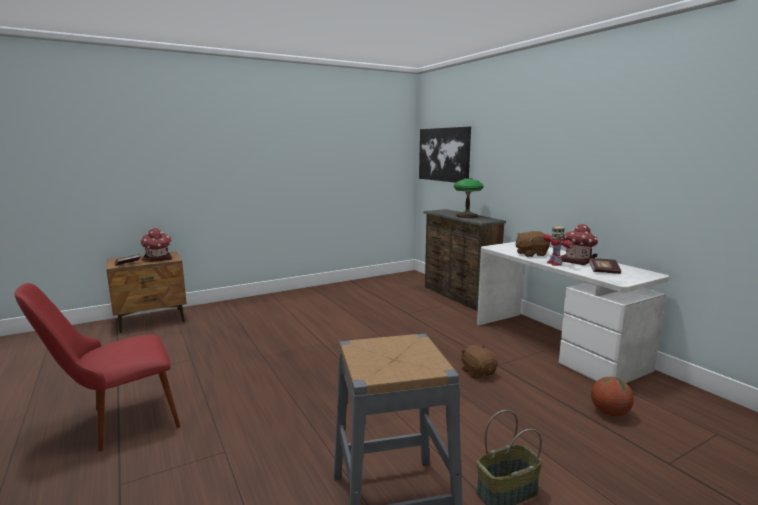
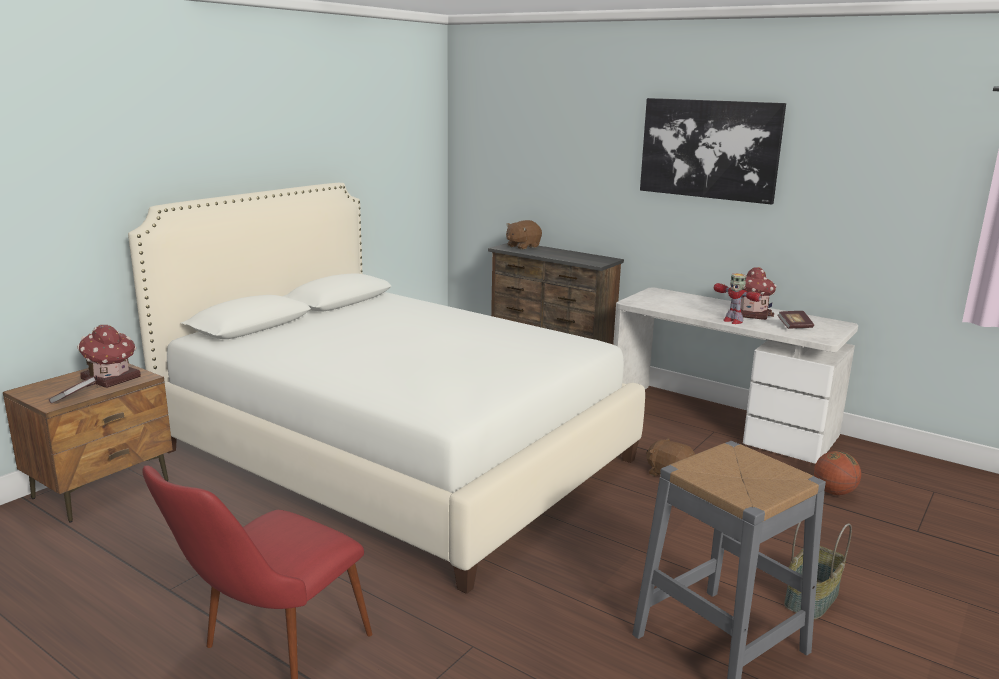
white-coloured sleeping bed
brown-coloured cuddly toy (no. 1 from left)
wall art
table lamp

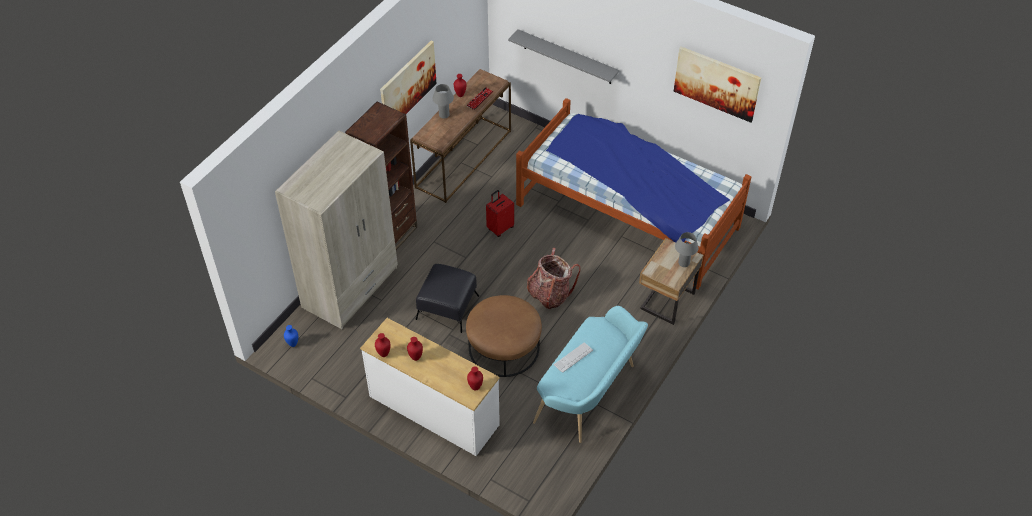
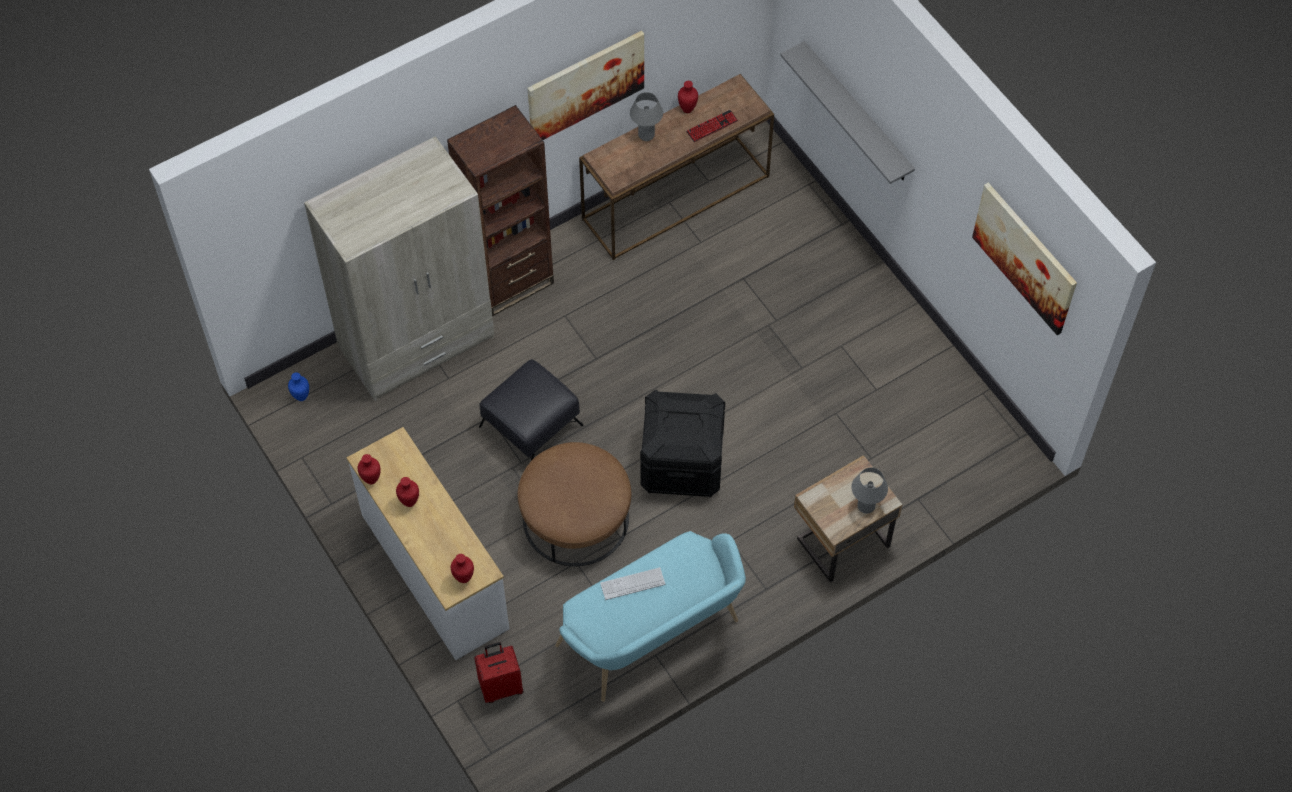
red-coloured travel case
black-coloured storage bin
sleeping bed

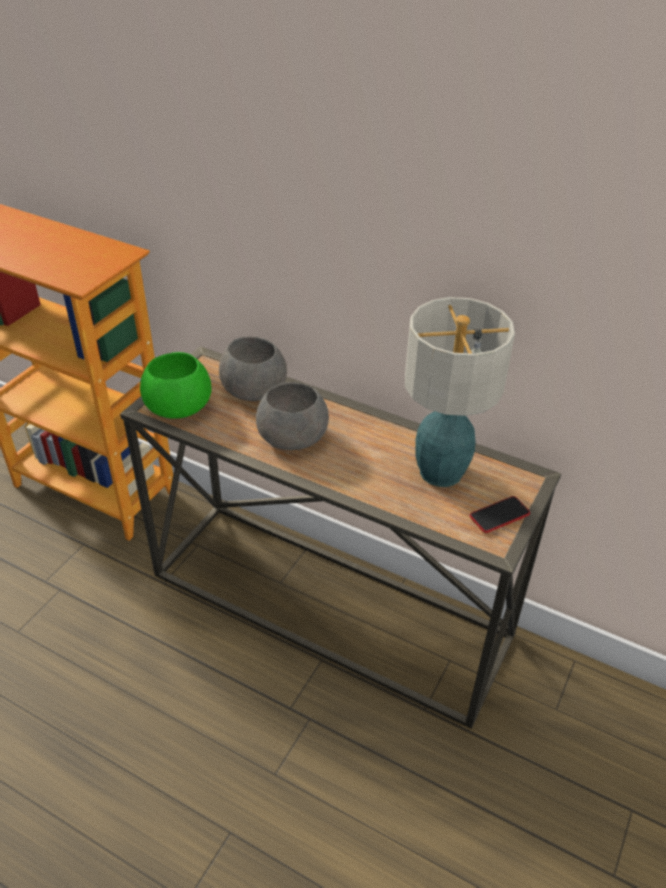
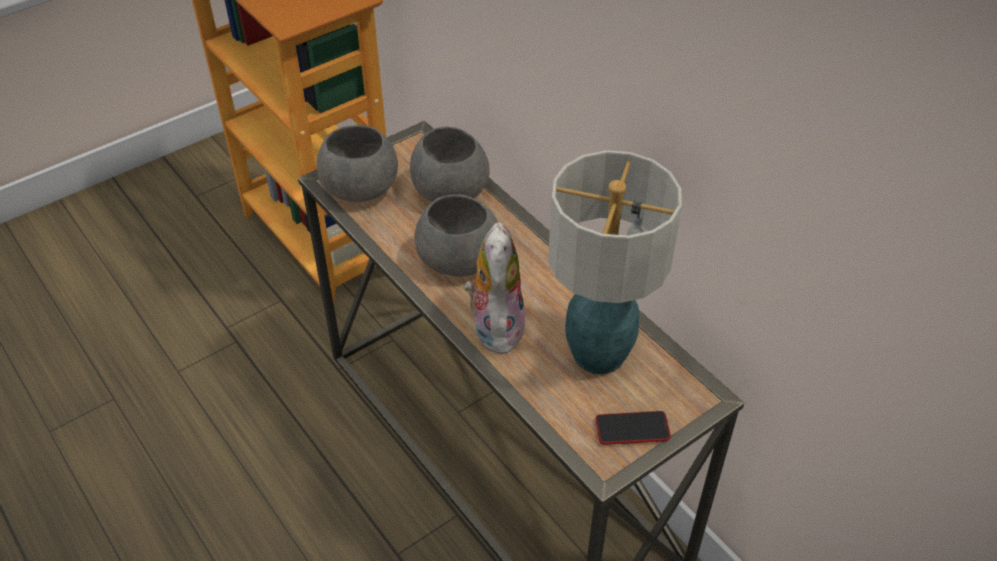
grey serving bowl (no. 1 from left)
cuddly toy

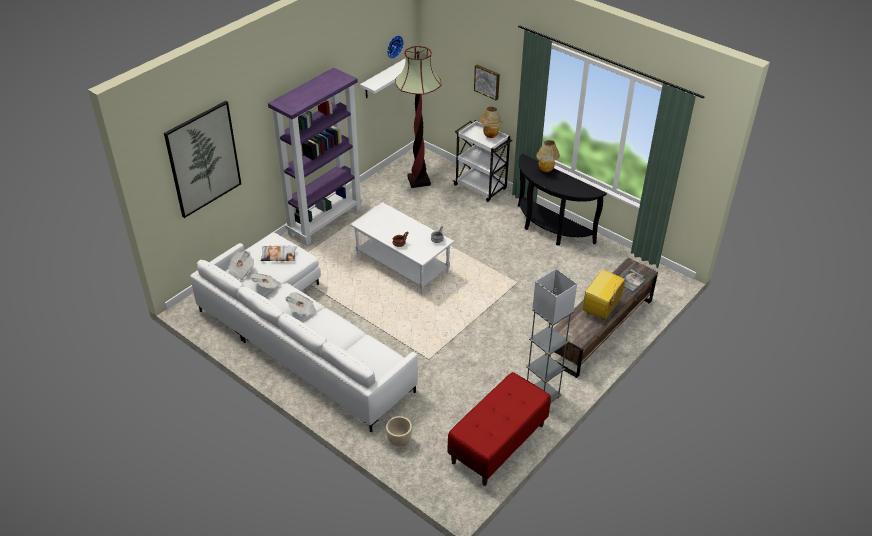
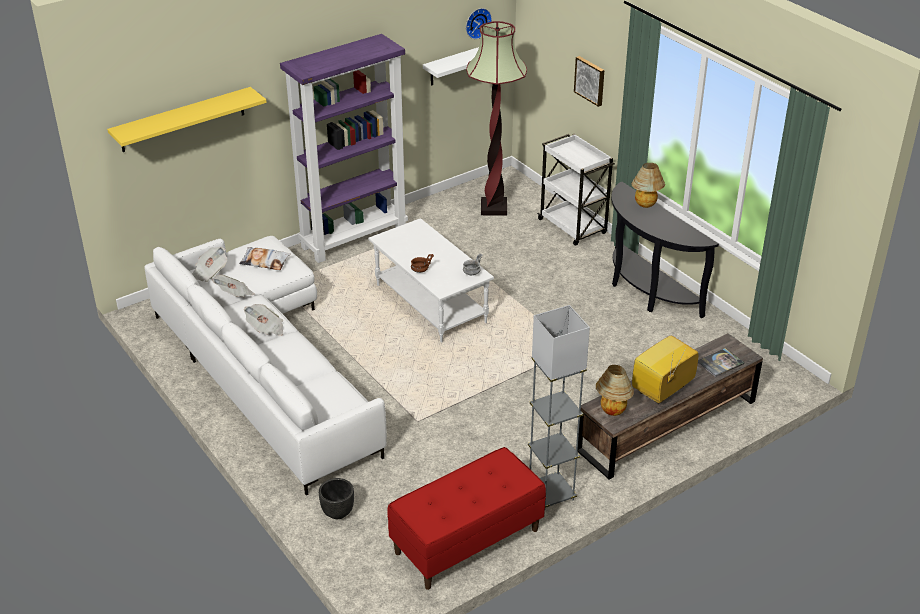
yellow wall shelf
black-coloured flower pot
table lamp (no. 1 from left)

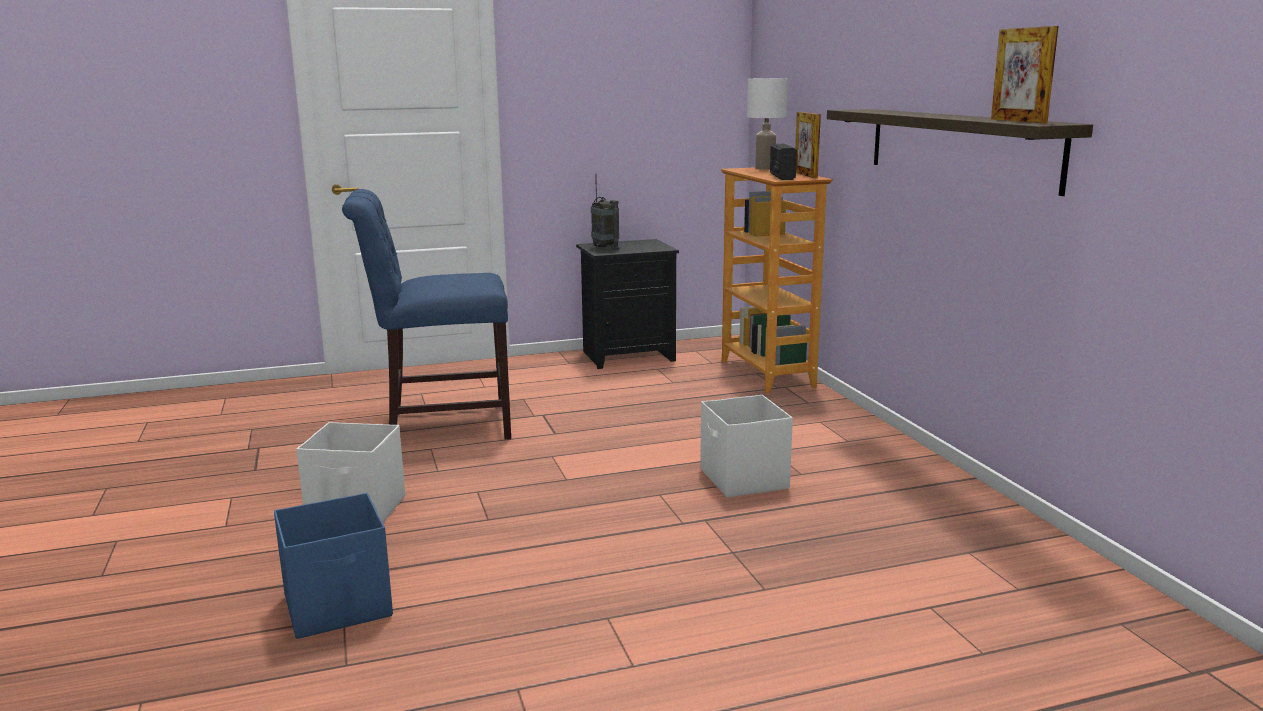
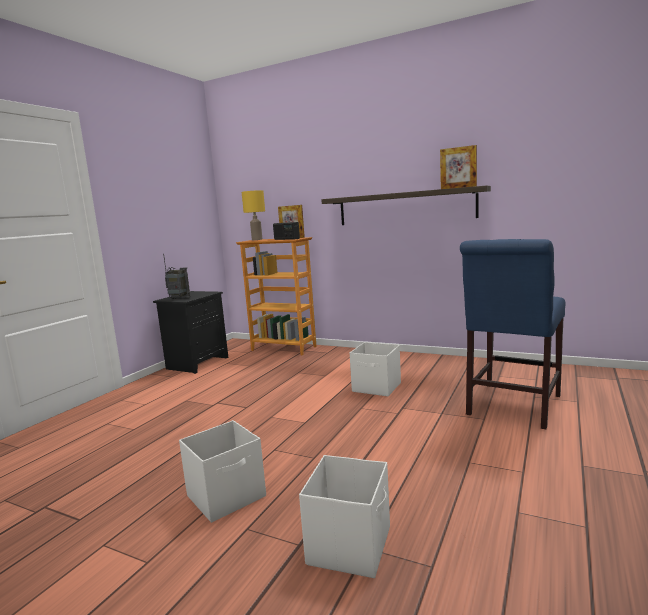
yellow table lamp
white-coloured storage bin (no. 2 from left)
bluish plain chair

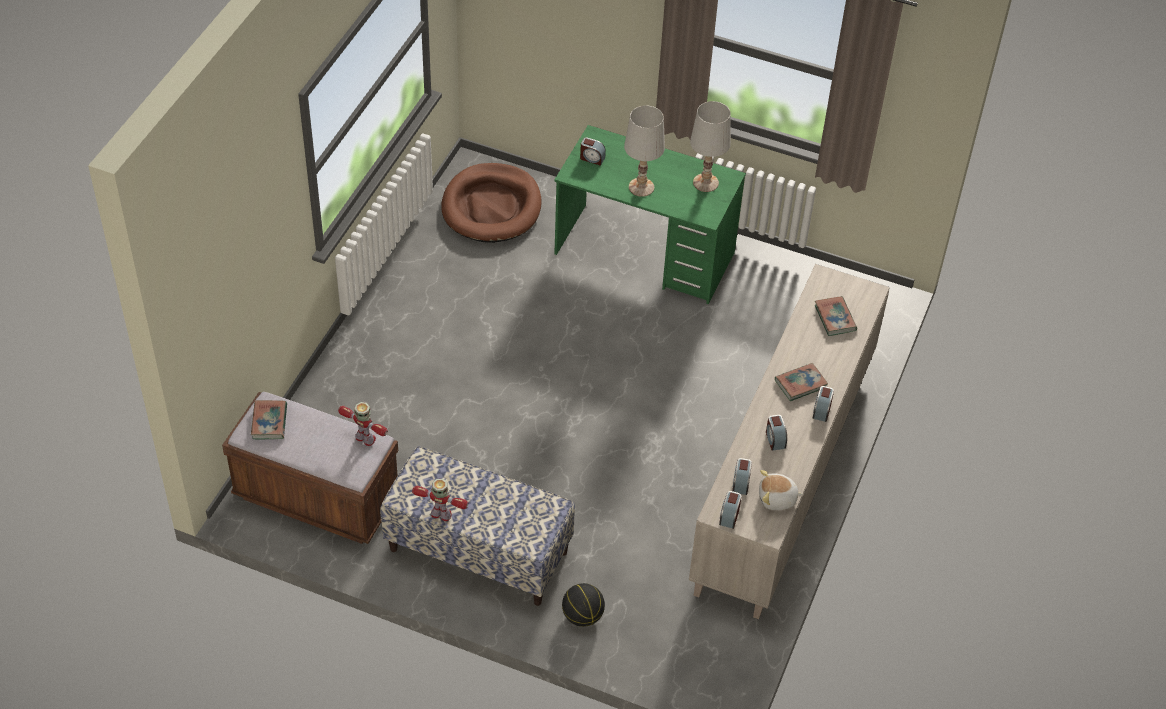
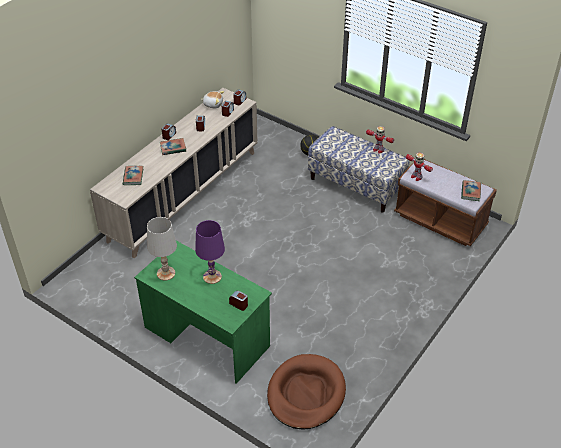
purple table lamp

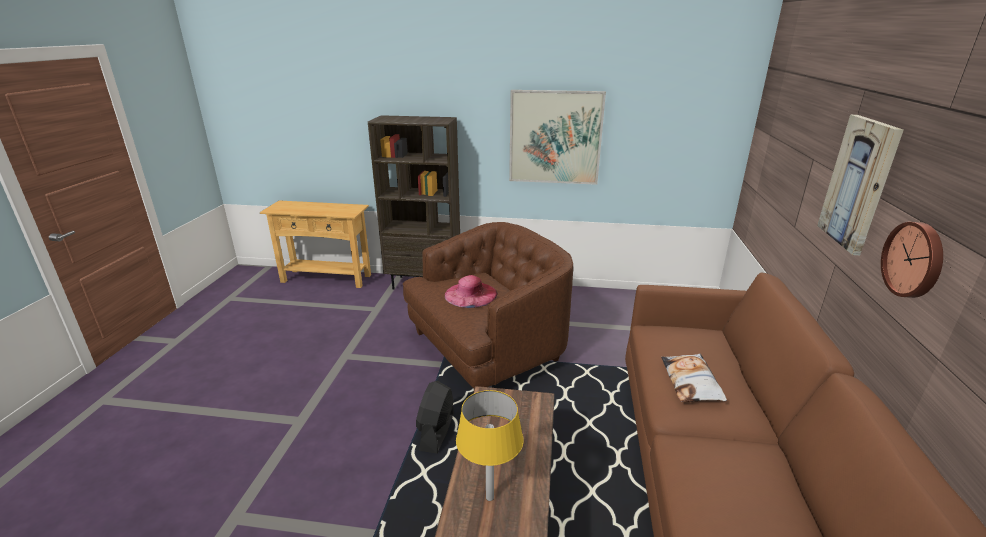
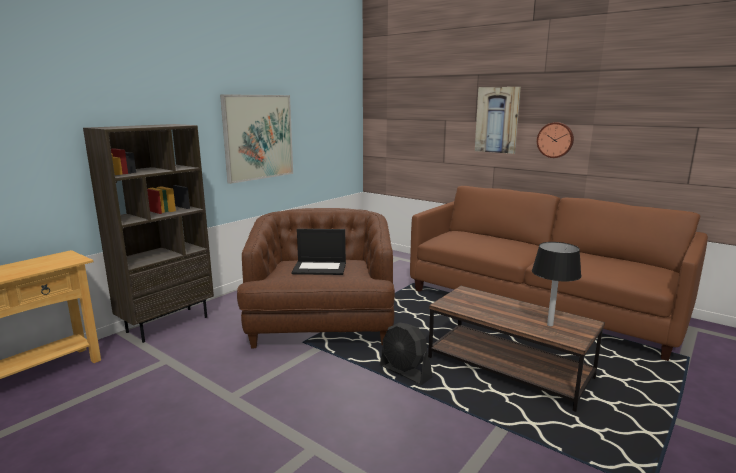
portable computer
black-coloured table lamp
pillow

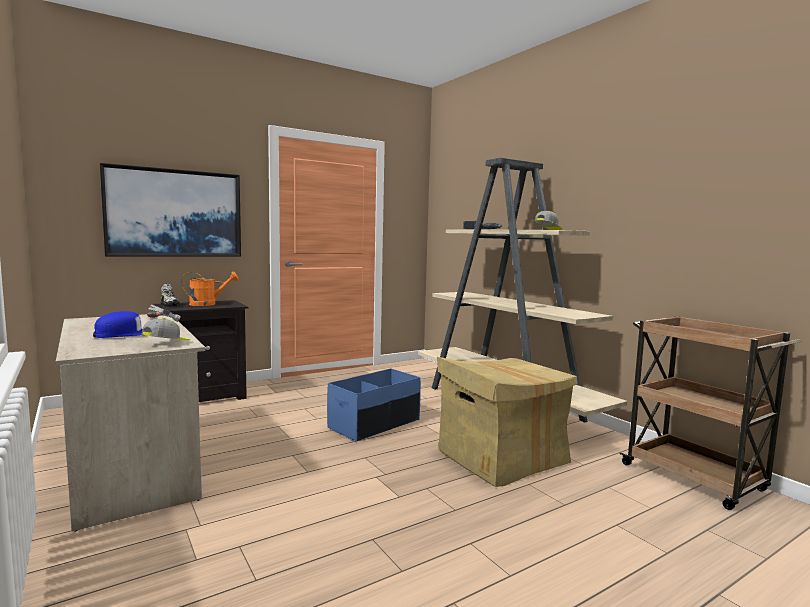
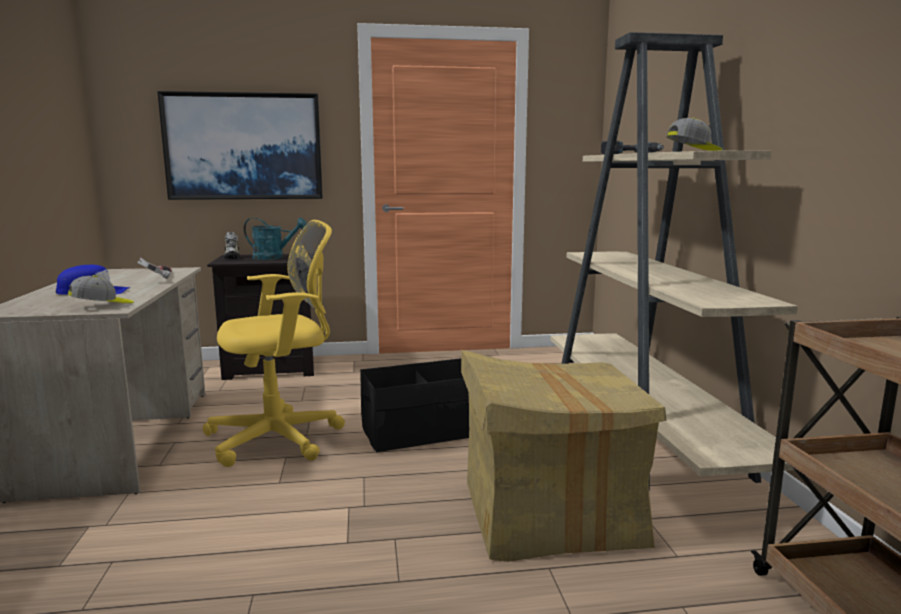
yellow computer chair
turquoise-coloured watering pot
black-coloured storage bin

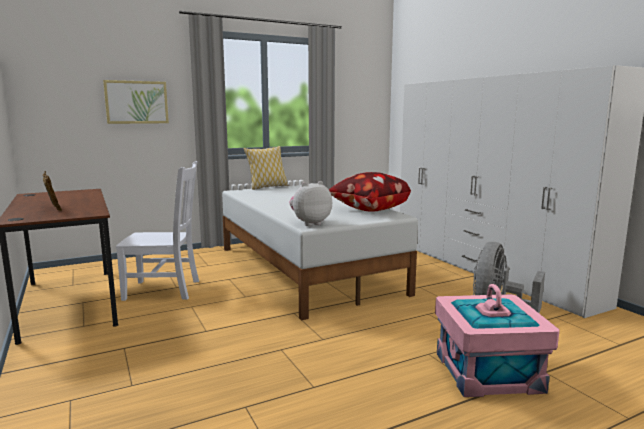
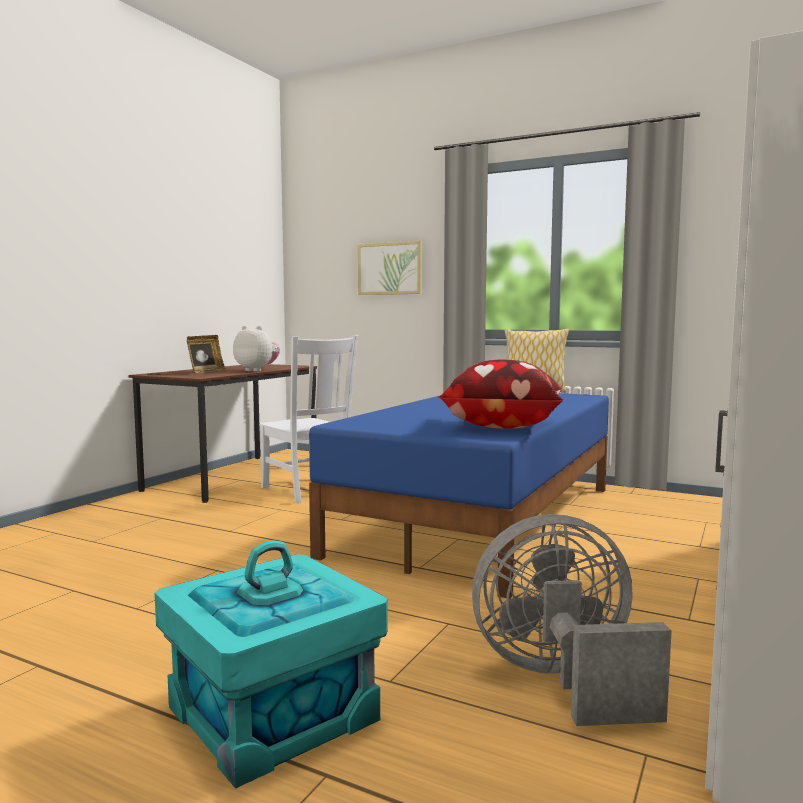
turquoise-coloured storage bin
cuddly toy
bluish sleeping bed

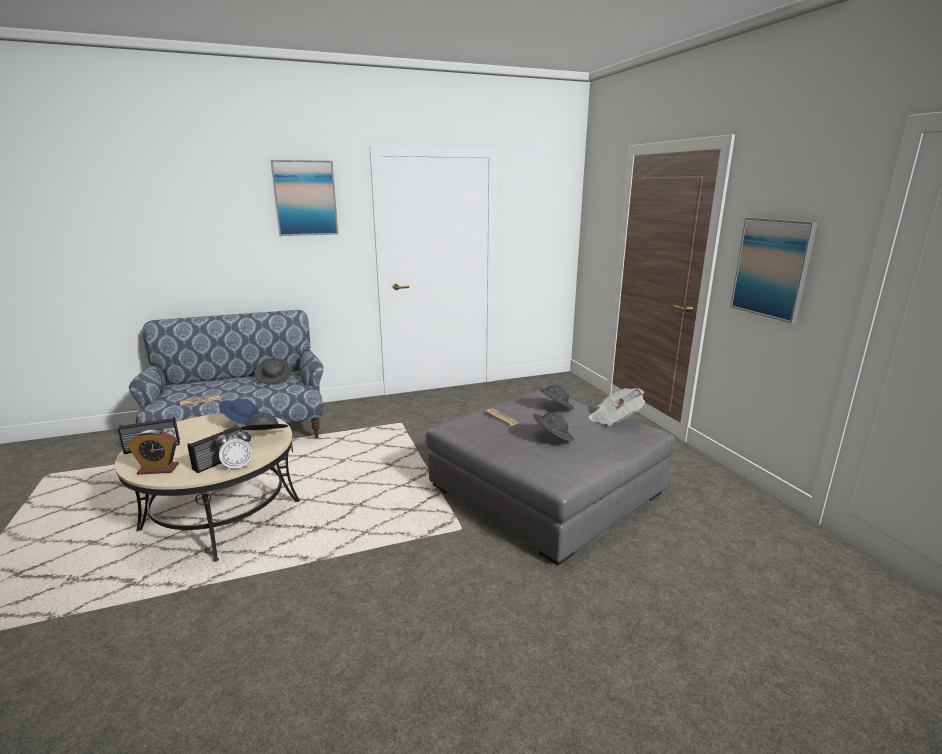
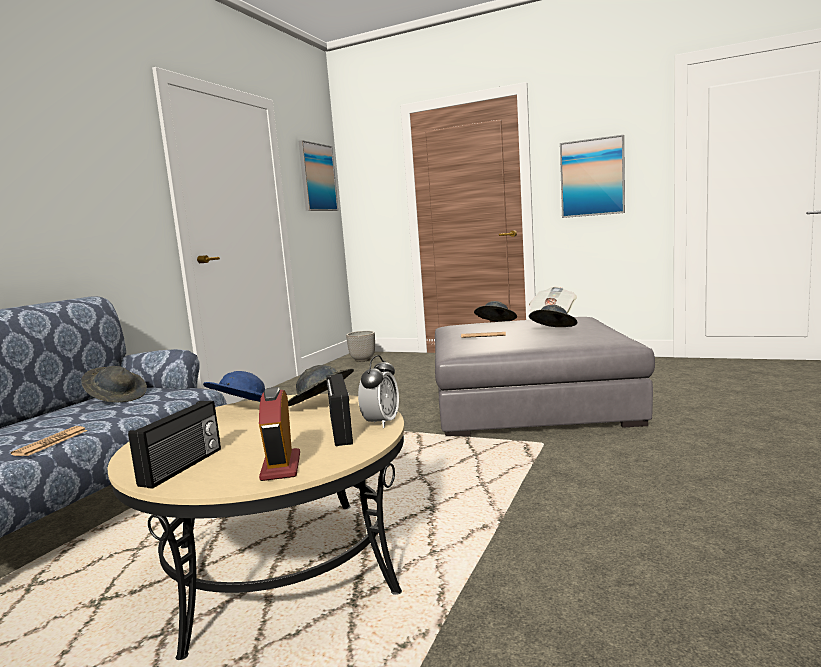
bedside clock (no. 1 from left)
wall art (no. 1 from left)
flower pot

